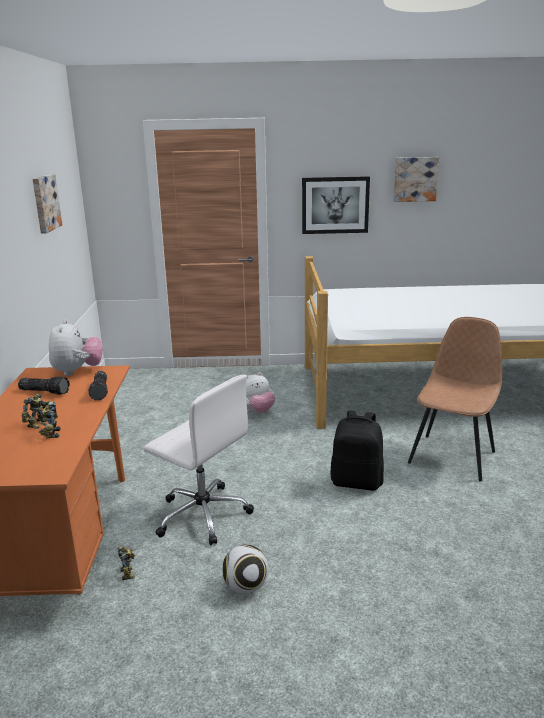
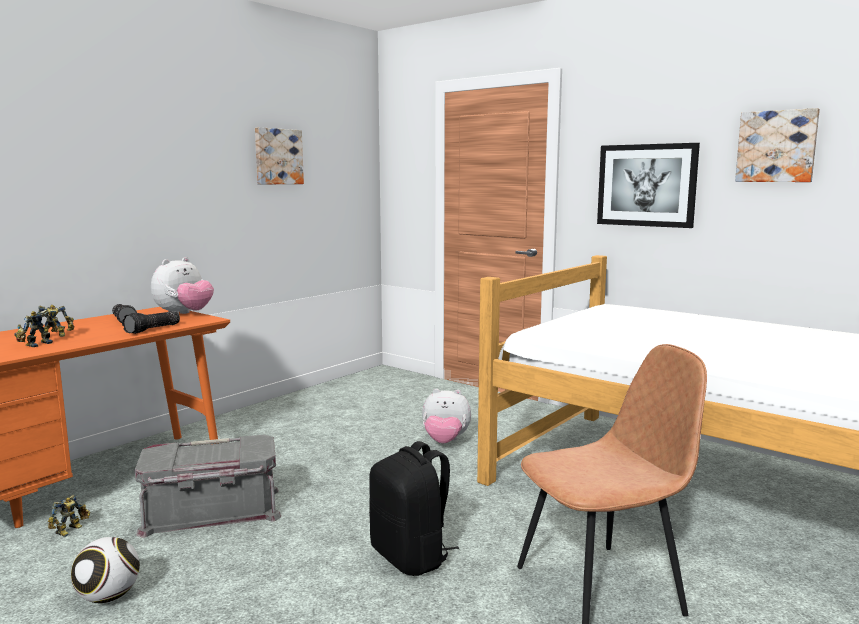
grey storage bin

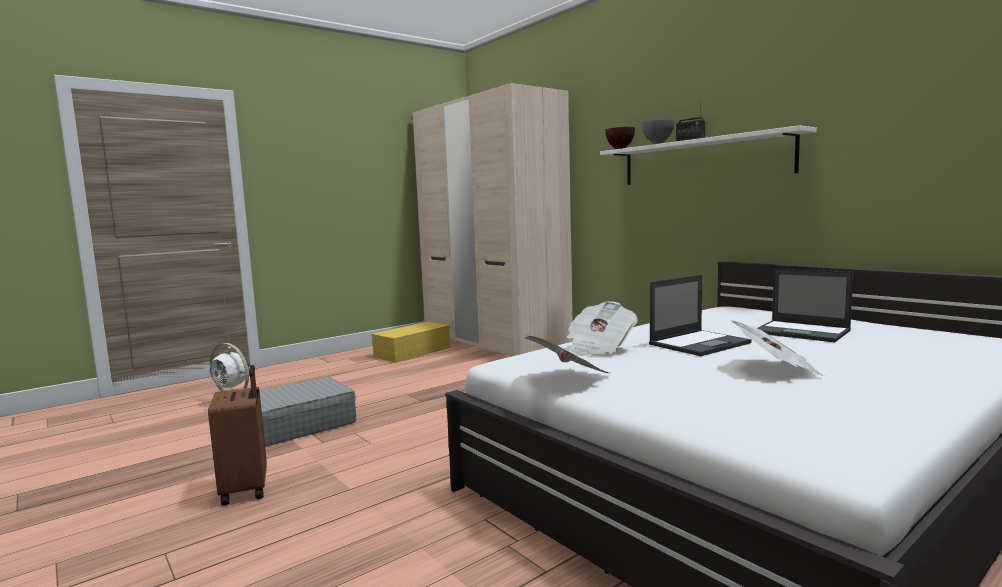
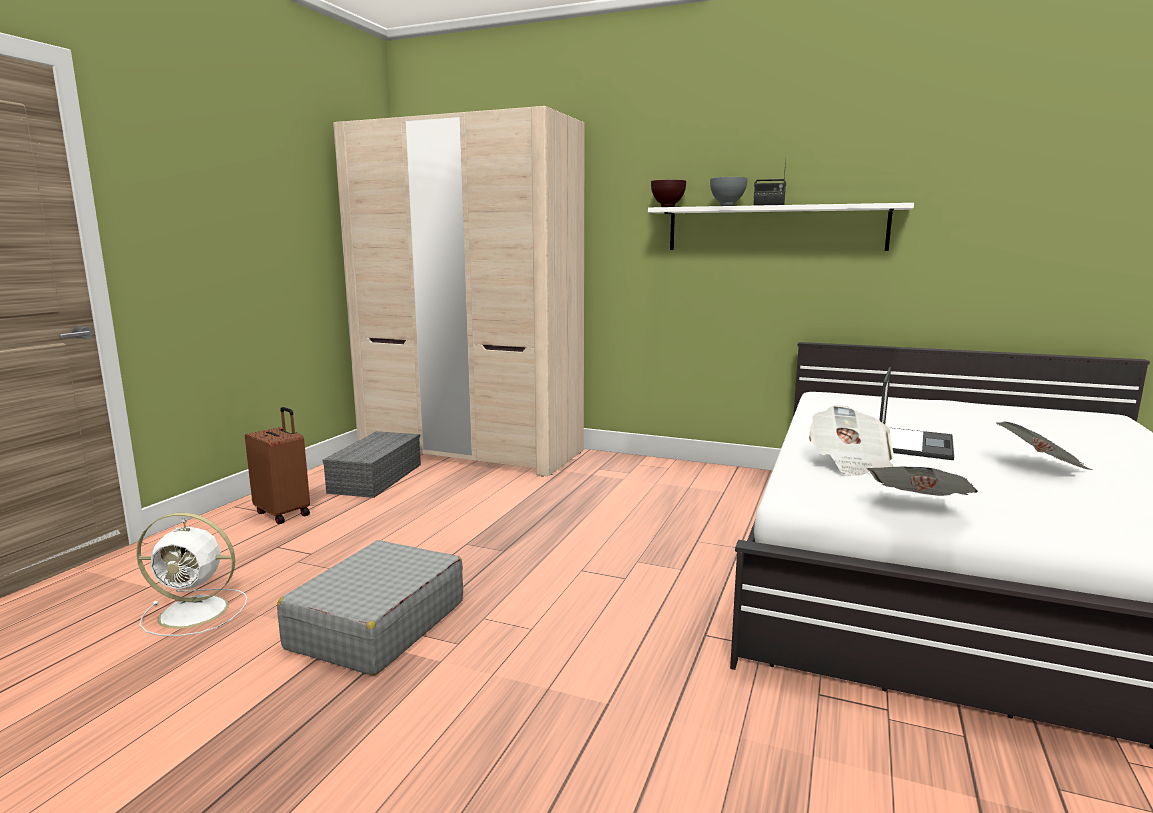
brown-coloured travel case
grey storage bin
portable computer (no. 2 from left in the first image)

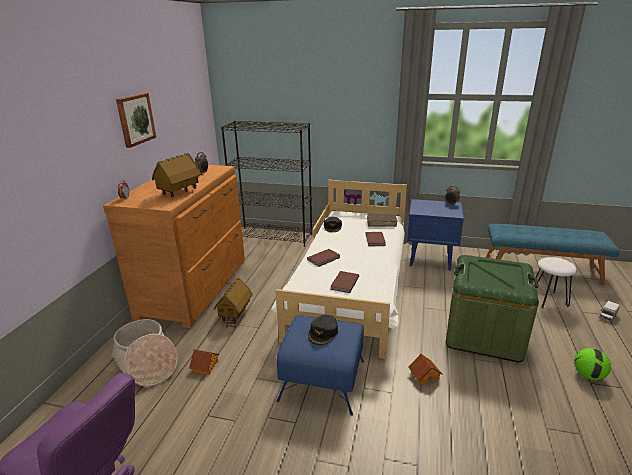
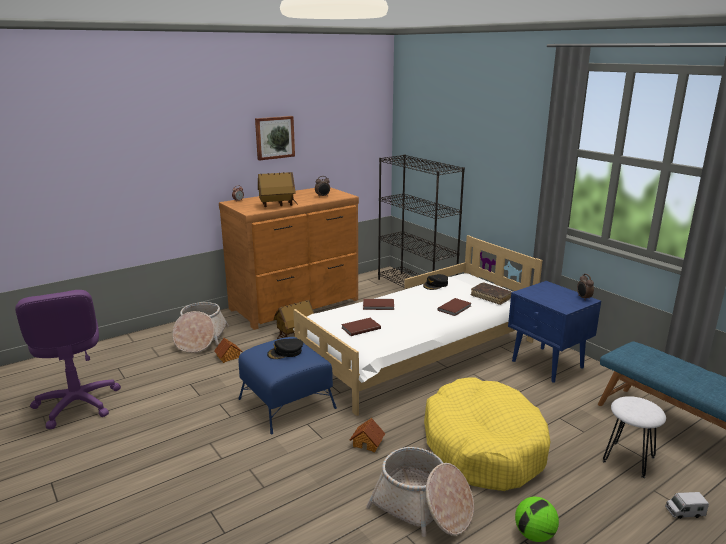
household basket (no. 2 from left)
yellow dog cushion

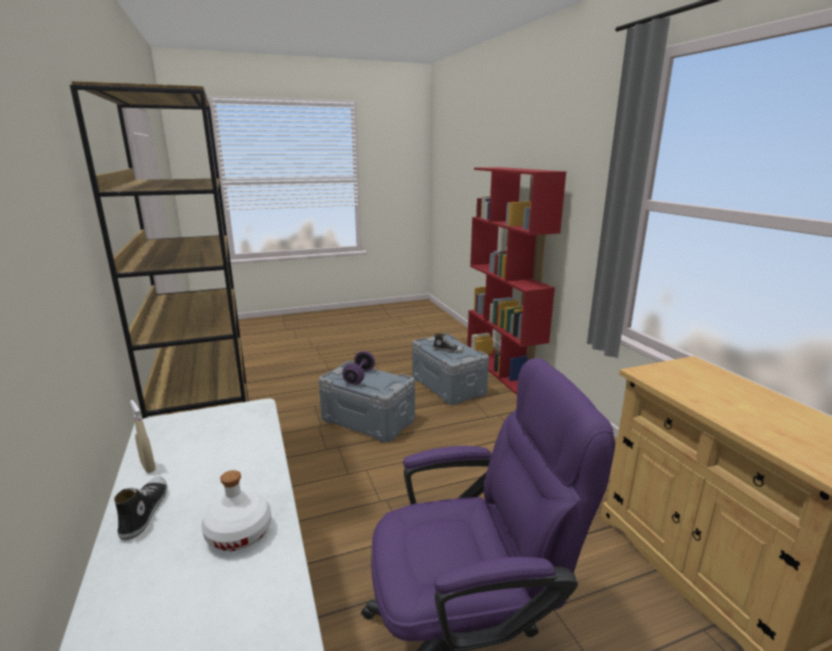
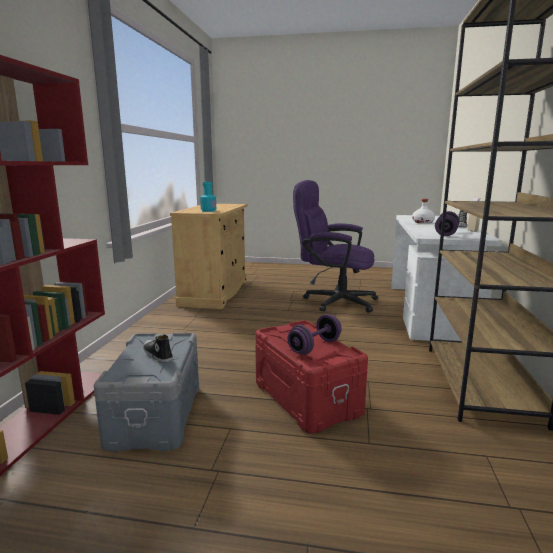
turquoise-coloured drink bottle
red-coloured storage bin
purple hand weight (no. 2 from left)

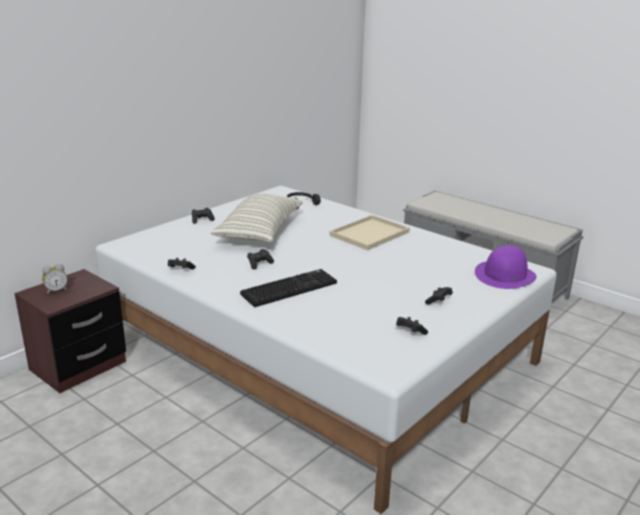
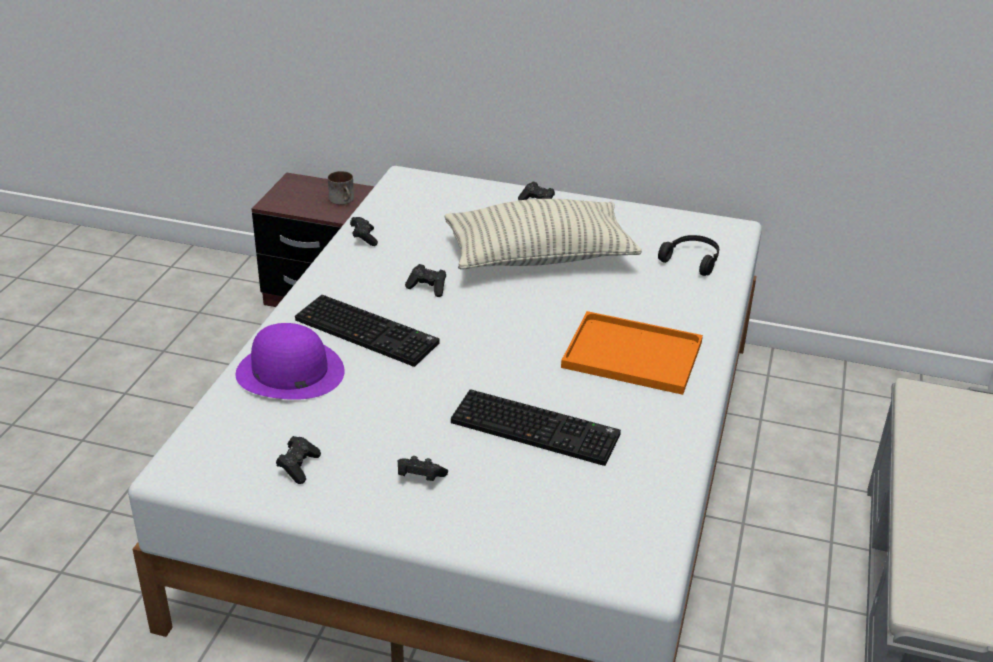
purple hat
coffee mug
PC keyboard (no. 2 from left)
orange-coloured tray
bedside clock

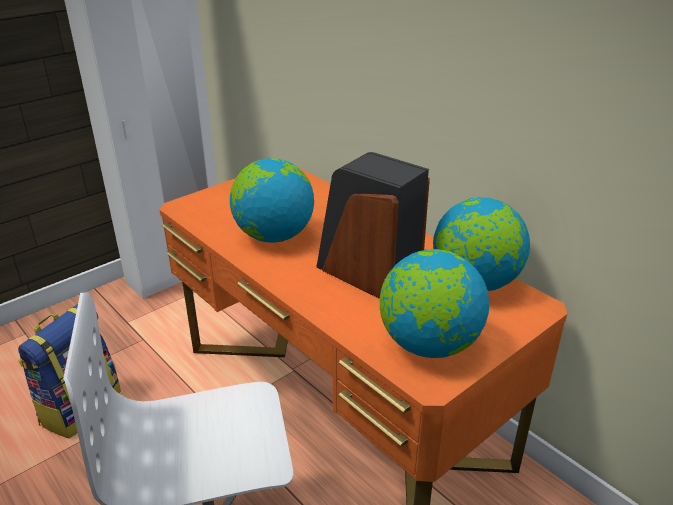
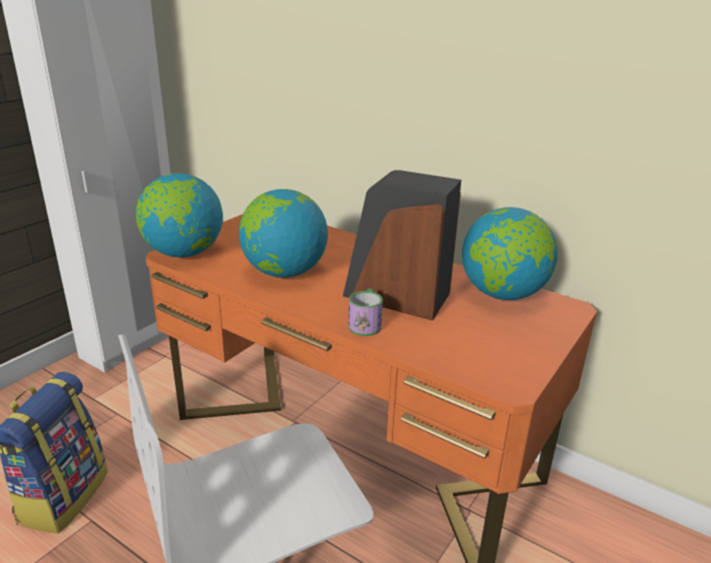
globe (no. 1 from left)
coffee mug

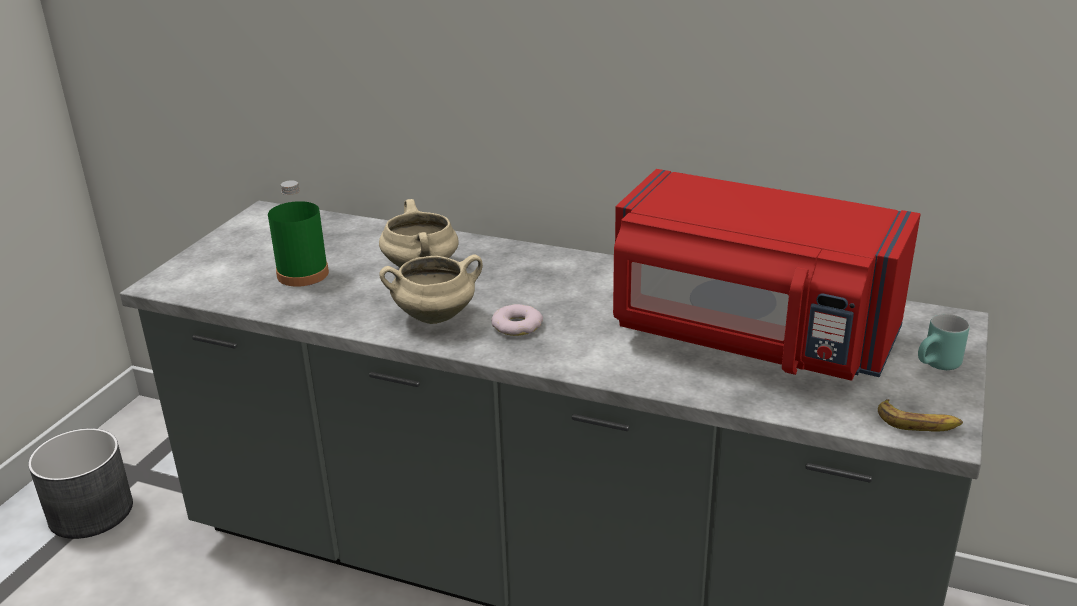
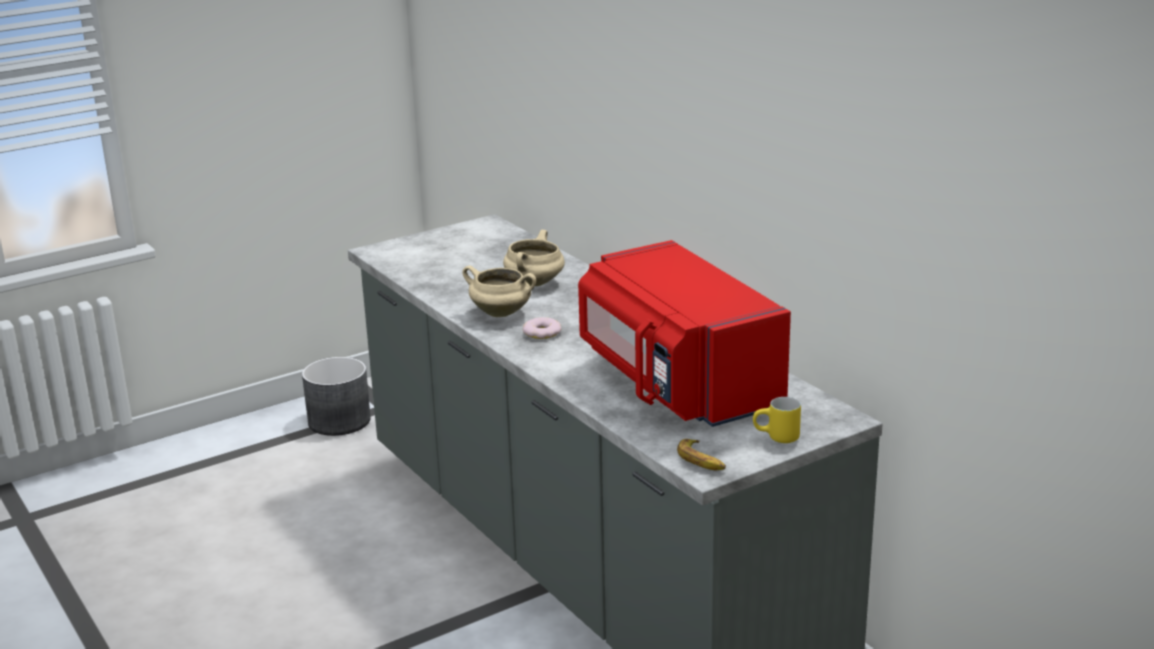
yellow coffee mug
greenish drink bottle

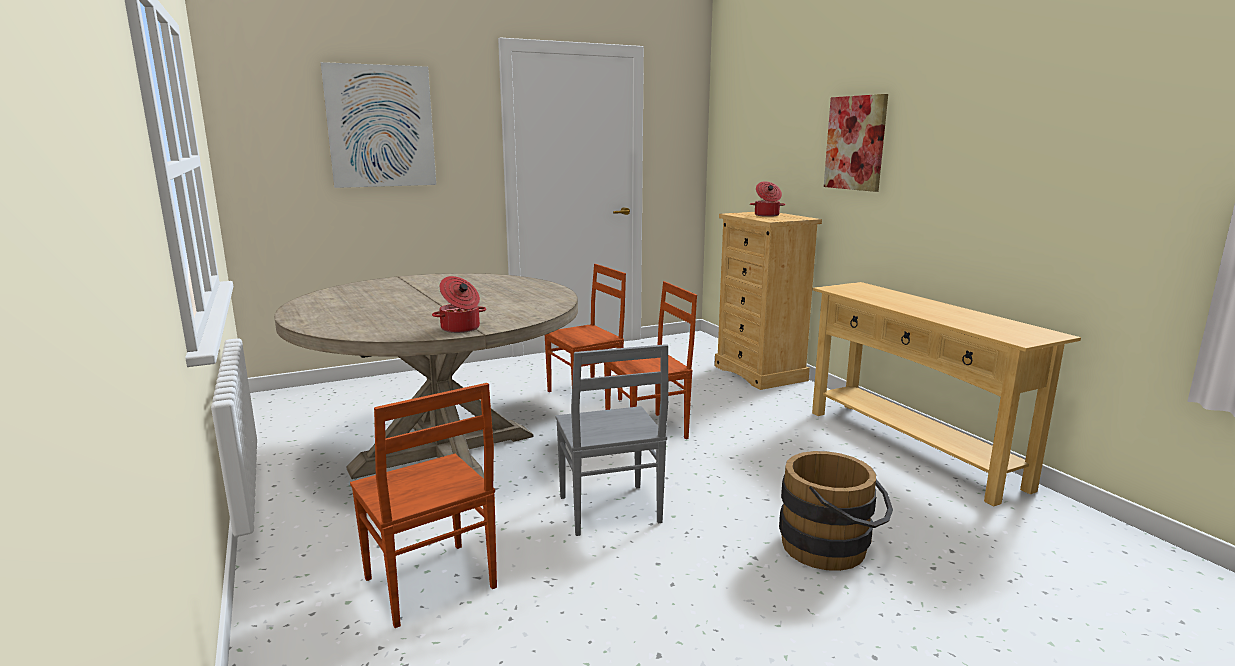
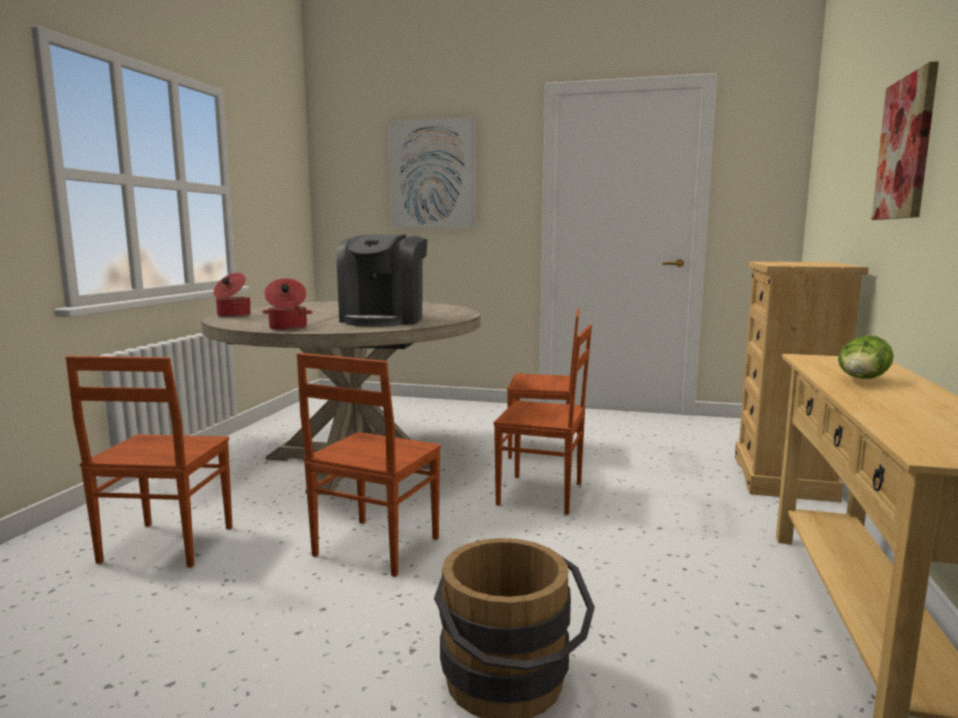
saucepot (no. 1 from left)
brown-coloured plain chair (no. 2 from left)
coffee machine
lettuce

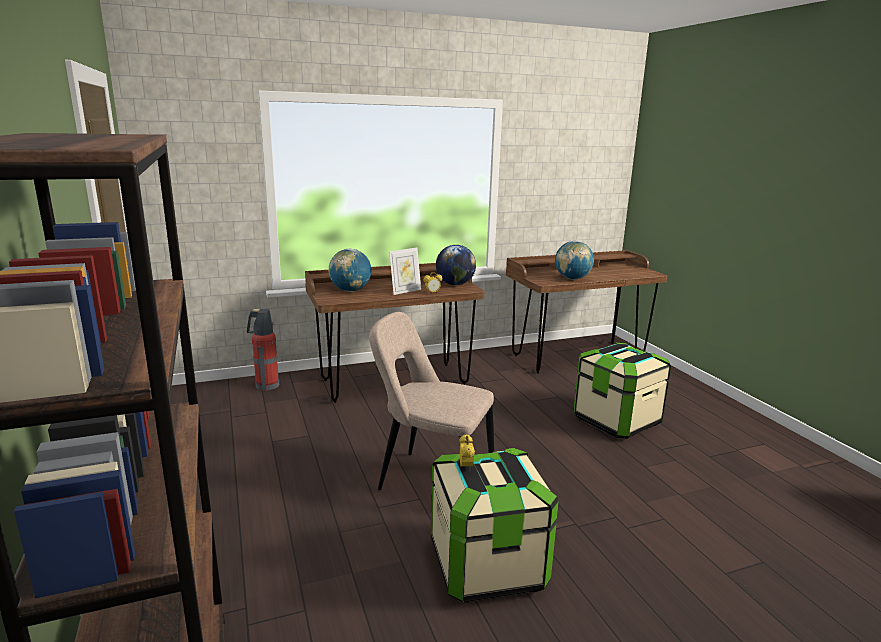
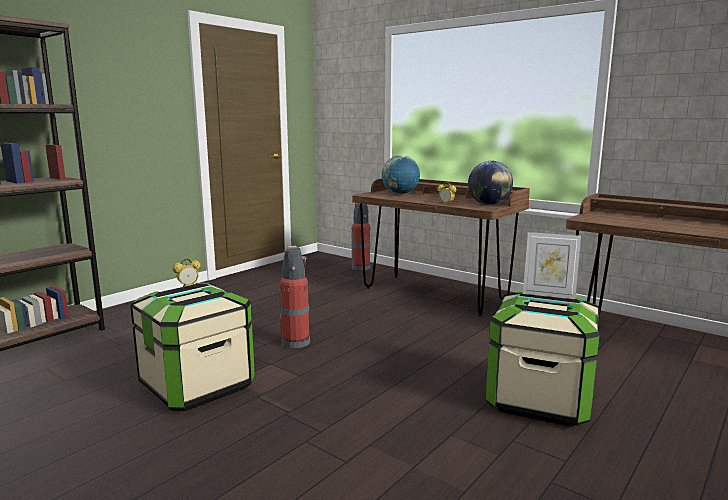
fire extinguisher (no. 1 from left)
picture frame
globe (no. 3 from left in the first image)

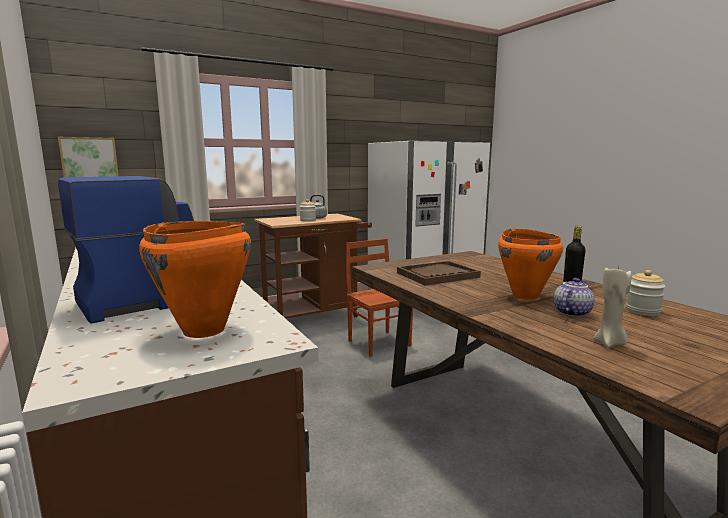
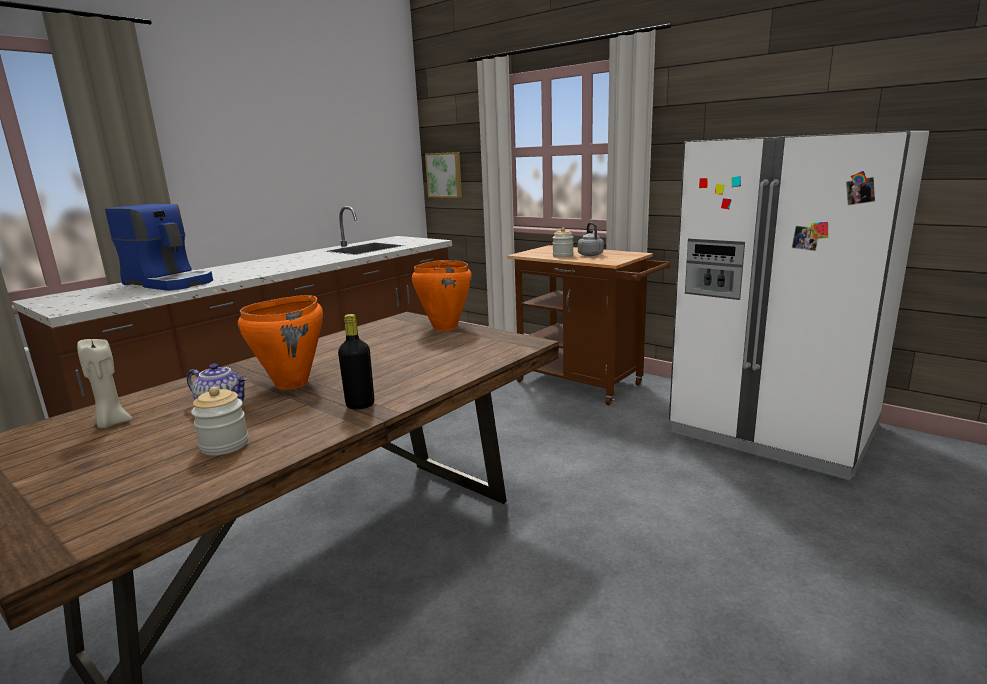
orange-coloured saucepot (no. 2 from left)
brown-coloured plain chair
brown-coloured tray

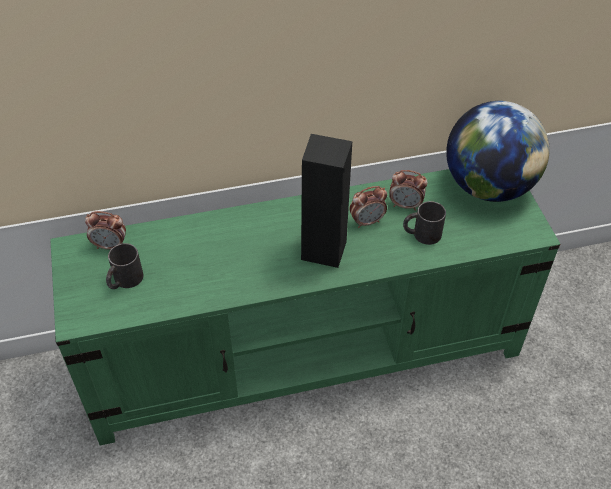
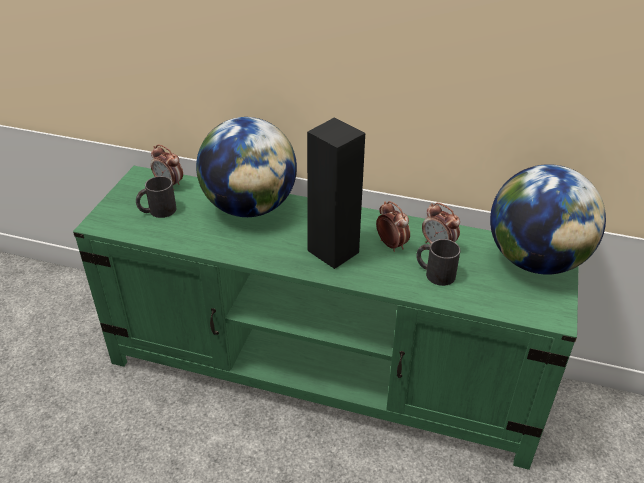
globe (no. 1 from left)
bedside clock (no. 2 from left)

